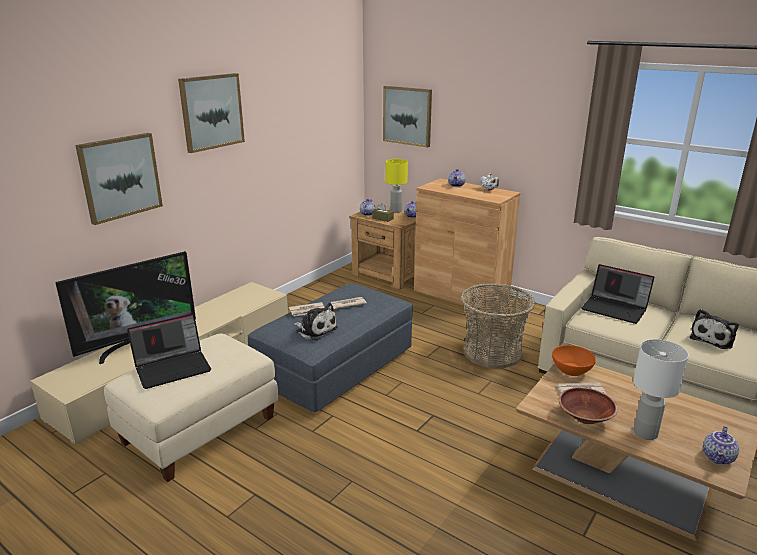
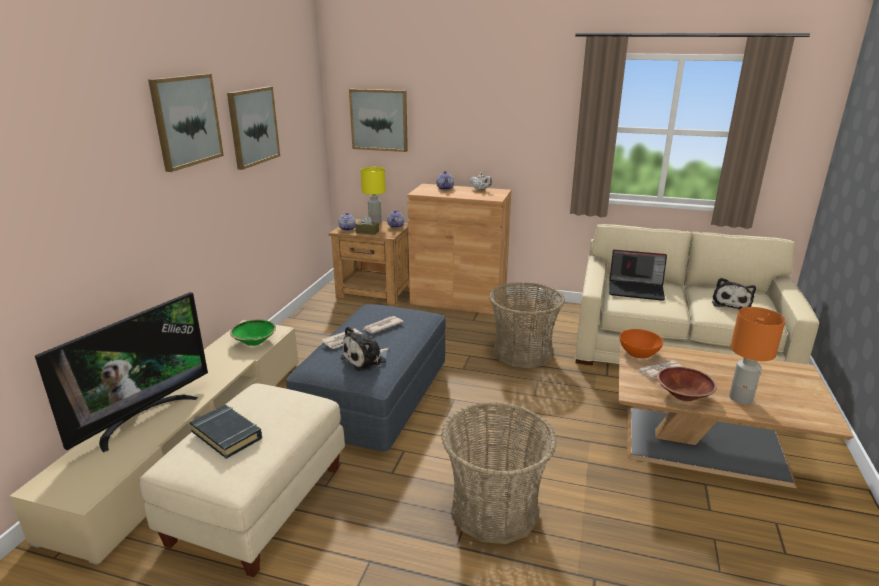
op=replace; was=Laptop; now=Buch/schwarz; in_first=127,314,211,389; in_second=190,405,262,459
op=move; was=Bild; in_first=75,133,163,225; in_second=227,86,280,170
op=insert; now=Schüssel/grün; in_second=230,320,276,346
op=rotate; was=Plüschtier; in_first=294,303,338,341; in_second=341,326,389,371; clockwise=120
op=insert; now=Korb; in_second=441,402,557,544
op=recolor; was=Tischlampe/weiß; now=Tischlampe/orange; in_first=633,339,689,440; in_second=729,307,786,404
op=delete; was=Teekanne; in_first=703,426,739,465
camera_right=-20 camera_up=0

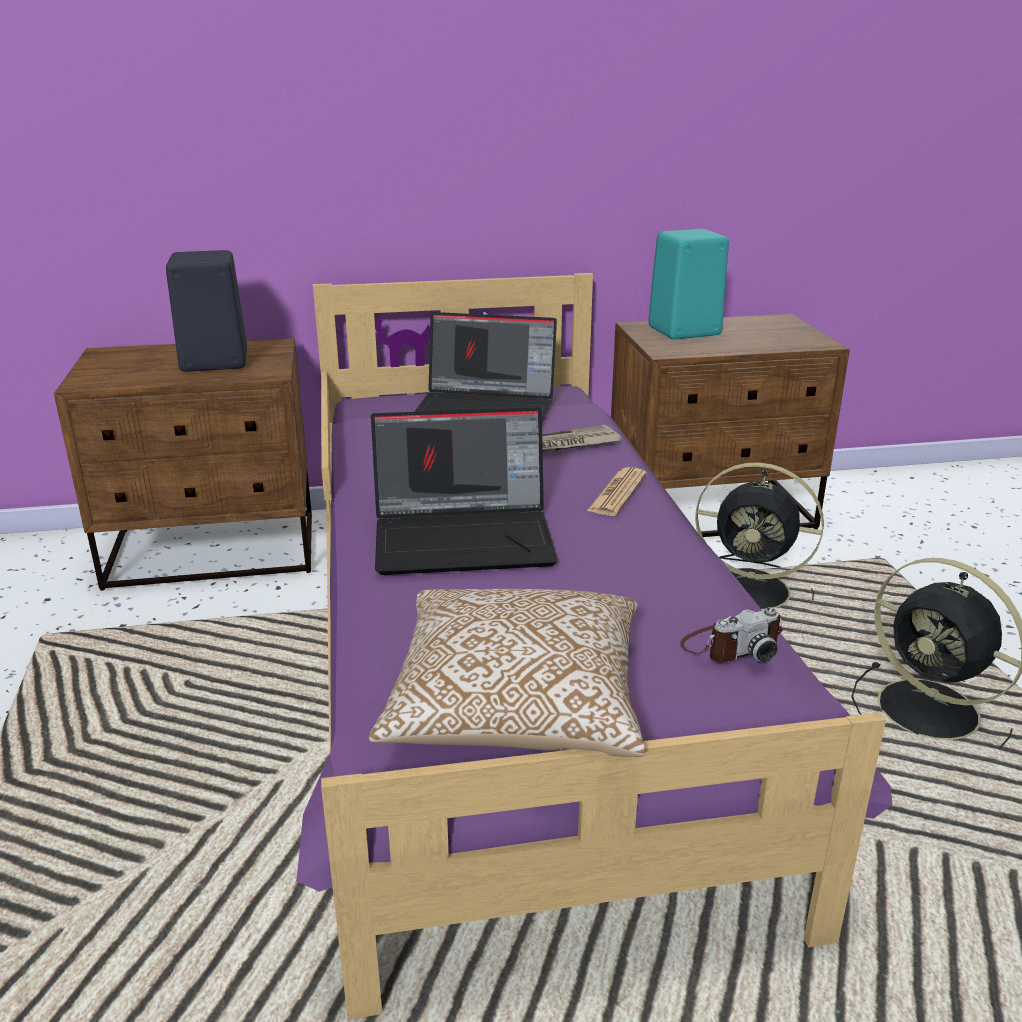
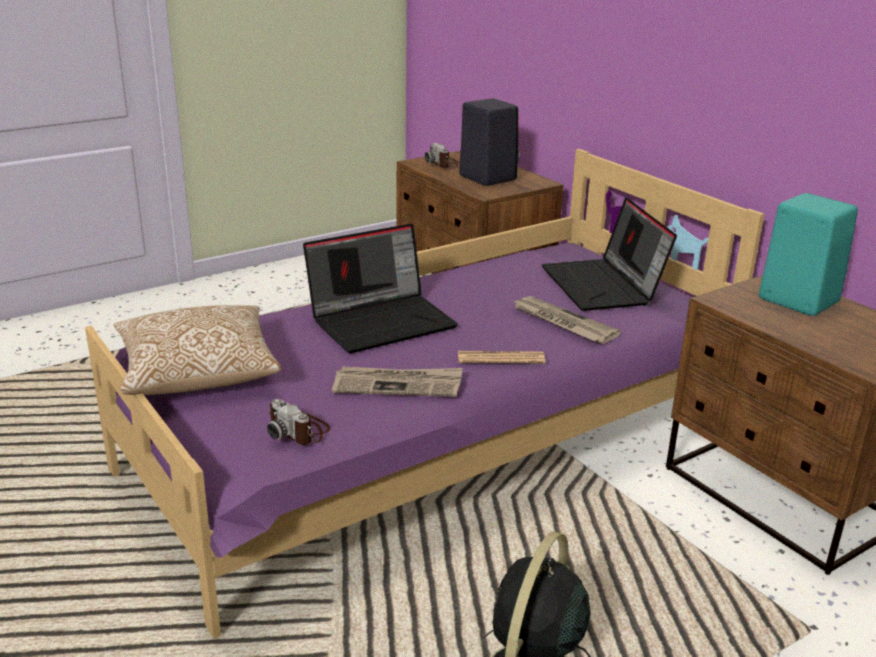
op=rotate; was=Laptop; in_first=371,407,558,575; in_second=303,224,458,353; clockwise=-90
op=insert; now=Zeitung; in_second=332,367,463,397
op=insert; now=Kamera; in_second=425,143,460,169
op=delete; was=Ventilator/schwarz; in_first=695,462,824,610
camera_right=65 camera_up=0

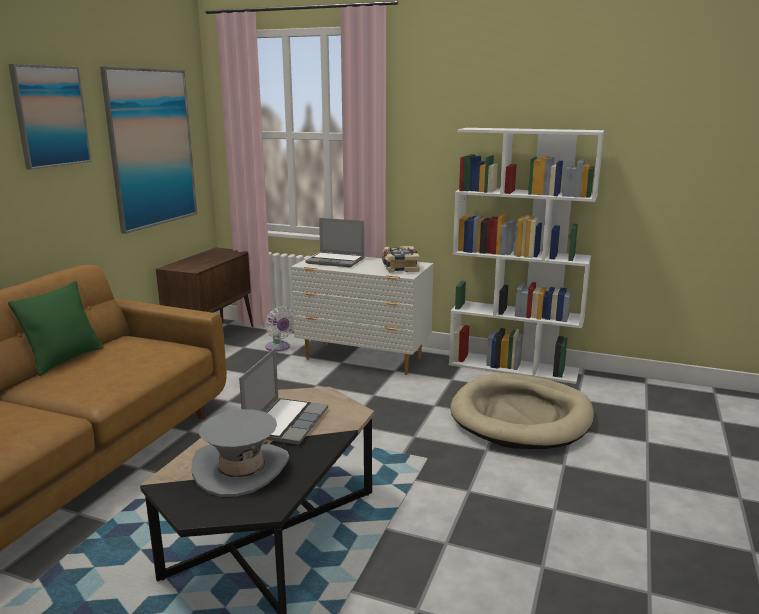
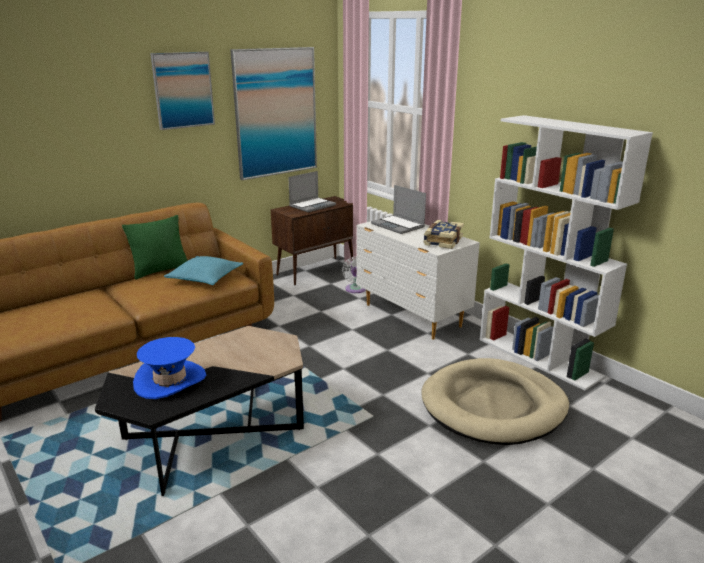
op=recolor; was=Hut/grau; now=Hut/blau; in_first=192,409,290,497; in_second=133,337,206,399
op=insert; now=Kissen/türkis; in_second=164,256,243,285
op=move; was=Laptop; in_first=239,348,328,445; in_second=288,171,336,212
camera_right=30 camera_up=5

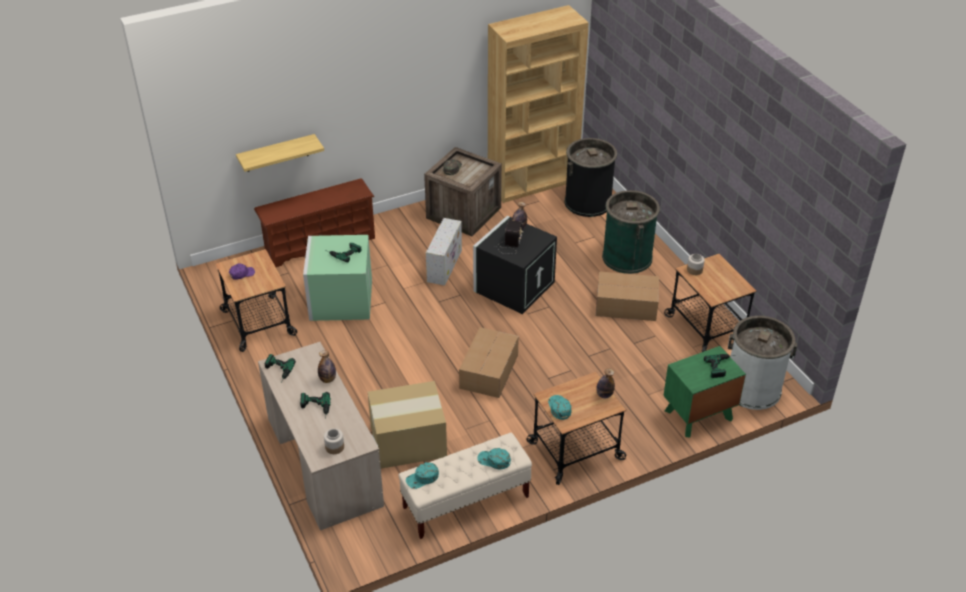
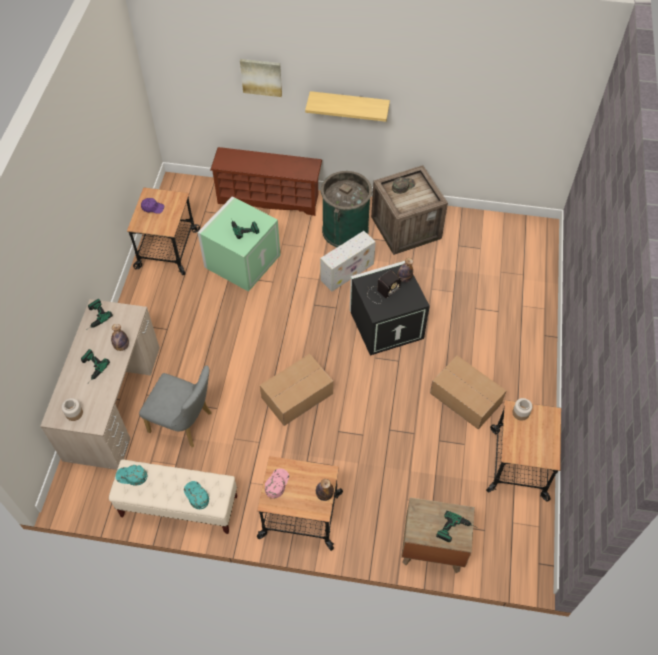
op=replace; was=Karton; now=Stuhl/grau; in_first=368,381,447,469; in_second=139,365,212,447
op=insert; now=Bild; in_second=240,59,282,97
op=recolor; was=Kappe/türkis; now=Kappe/rosa; in_first=548,395,571,420; in_second=265,468,289,499
op=move; was=Wandregal; in_first=236,134,324,172; in_second=305,91,390,122
op=move; was=Mülleimer/grün; in_first=602,190,660,274; in_second=321,171,372,247
op=recolor; was=Nachttisch/grün; now=Nachttisch/braun; in_first=663,346,746,437; in_second=401,497,475,573
op=delete; was=Bücherregal/braun; in_first=488,5,589,203
op=delete; was=Mülleimer/schwarz; in_first=565,138,617,217
op=delete; was=Mülleimer/weiß; in_first=728,316,797,410
camera_right=35 camera_up=15

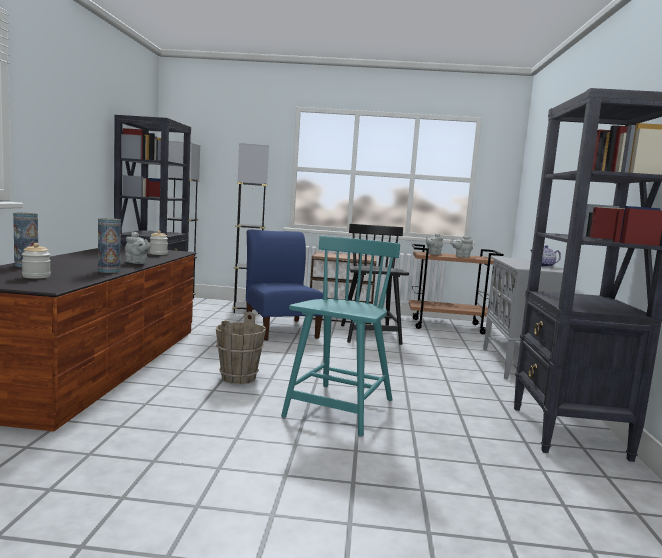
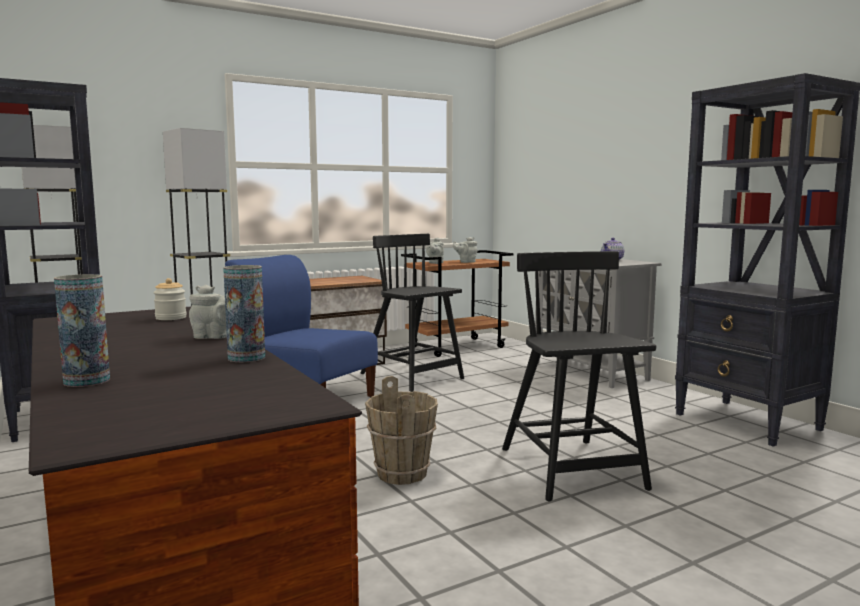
op=recolor; was=Stuhl/türkis; now=Stuhl/schwarz; in_first=281,236,400,437; in_second=502,251,656,501
op=delete; was=Vorratsglas; in_first=22,243,51,279
camera_right=-35 camera_up=0

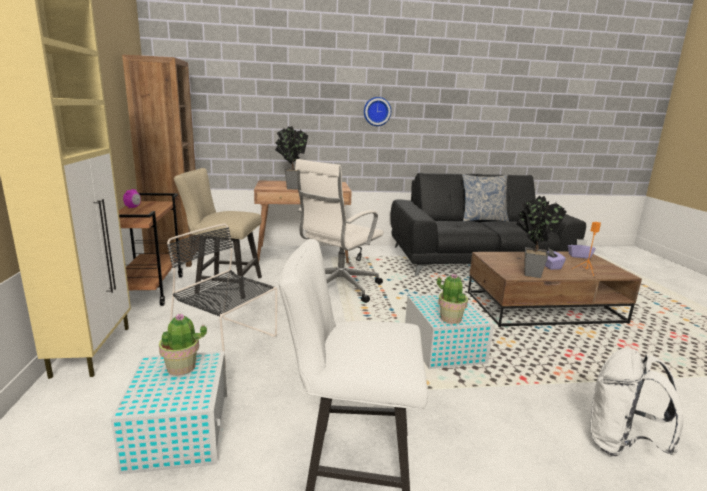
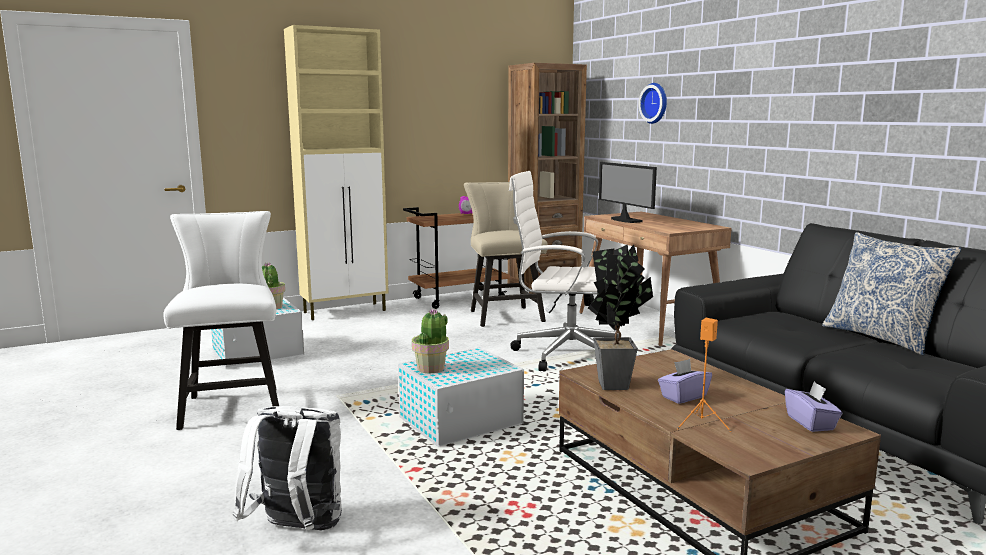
op=replace; was=Topfpflanze; now=Monitor; in_first=275,126,308,189; in_second=599,162,657,223
op=move; was=Wanduhr; in_first=364,97,391,126; in_second=638,83,667,124
op=delete; was=Stuhl/schwarz; in_first=167,223,277,368
camera_right=70 camera_up=-5

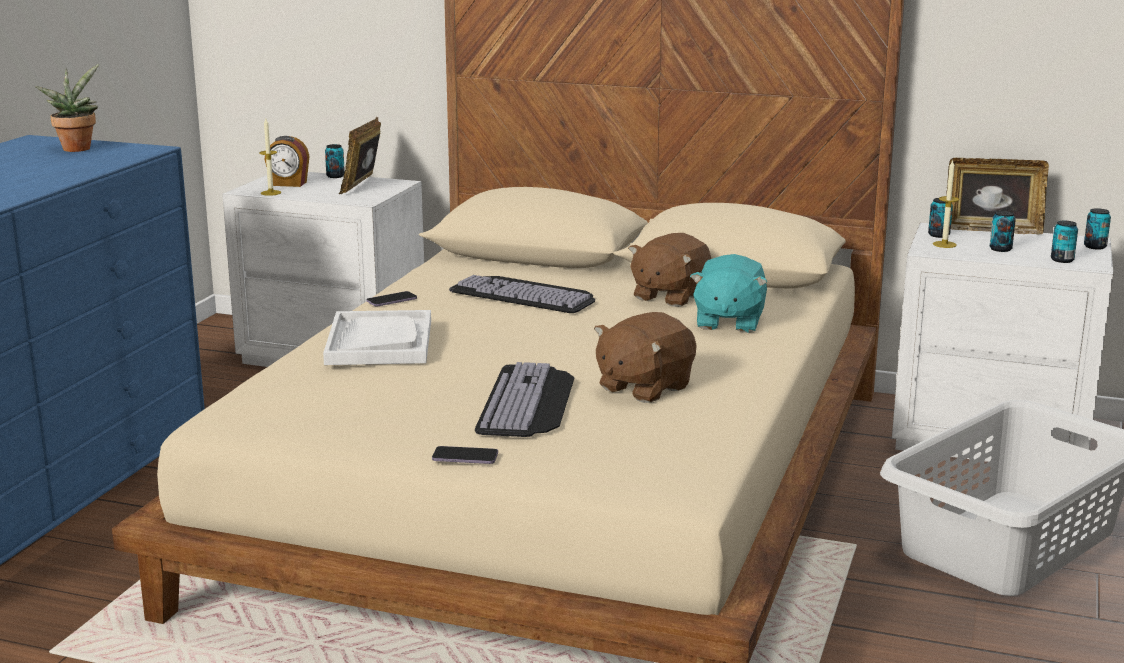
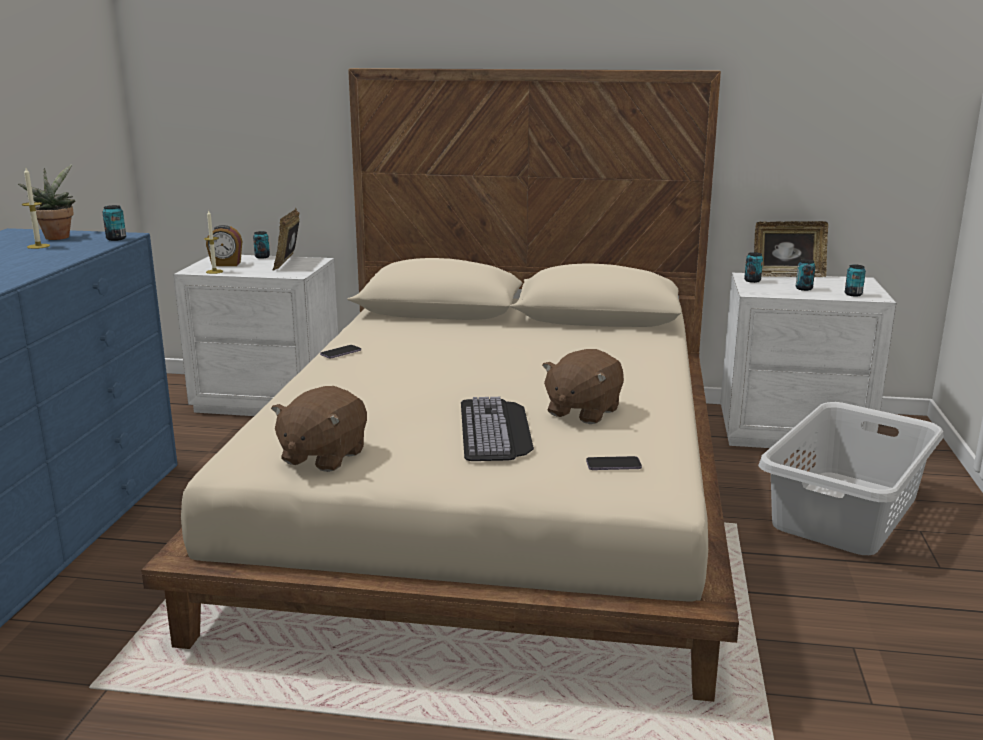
op=move; was=Kerze; in_first=933,159,959,248; in_second=22,168,50,249
op=move; was=Dose; in_first=1084,208,1111,249; in_second=102,205,126,241
op=move; was=Plüschtier/braun; in_first=628,233,711,307; in_second=271,386,367,472
op=move; was=Handy; in_first=432,446,498,464; in_second=586,456,642,470
op=delete; was=Tablett/weiß; in_first=323,310,431,365
op=delete; was=Tastatur; in_first=449,275,595,313
op=delete; was=Plüschtier/türkis; in_first=690,254,767,333
camera_right=-10 camera_up=0

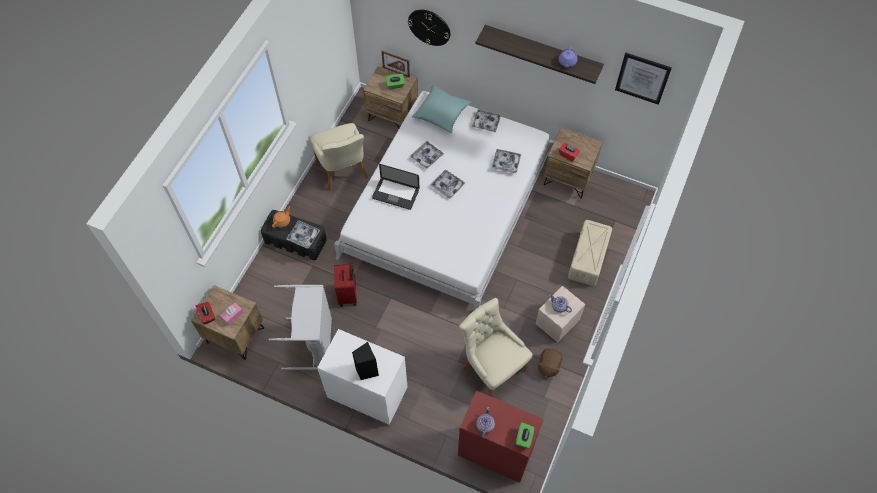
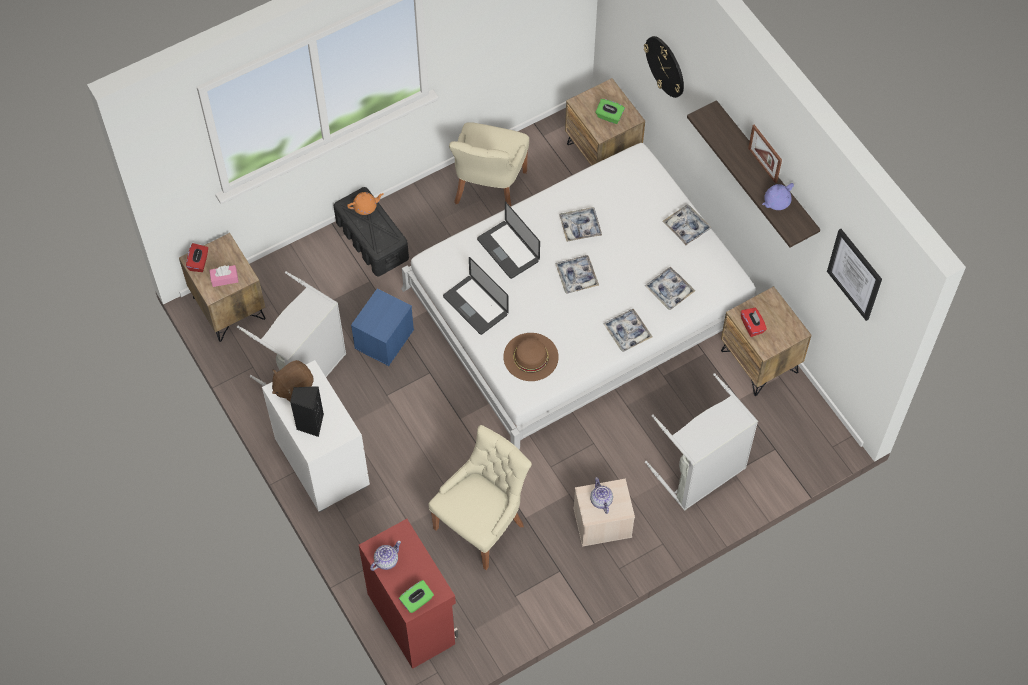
op=move; was=Plüschtier/braun; in_first=537,348,563,377; in_second=272,360,314,402
op=replace; was=Koffer/rot; now=Aufbewahrungsbox/blau; in_first=334,264,357,307; in_second=351,288,414,366
op=rotate; was=Stuhl/beige; in_first=459,298,533,397; in_second=428,425,532,570; clockwise=45
op=insert; now=Laptop; in_second=443,257,509,335
op=insert; now=Hut/braun; in_second=503,333,559,381
op=move; was=Tablett; in_first=286,220,320,249; in_second=603,308,653,352
op=replace; was=Aufbewahrungsbox/beige; now=Wäschekorb/grau; in_first=568,220,612,286; in_second=645,373,758,511
op=move; was=Bilderrahmen; in_first=381,51,410,77; in_second=748,124,782,184
op=delete; was=Kissen/türkis; in_first=412,85,471,133
camera_right=35 camera_up=0

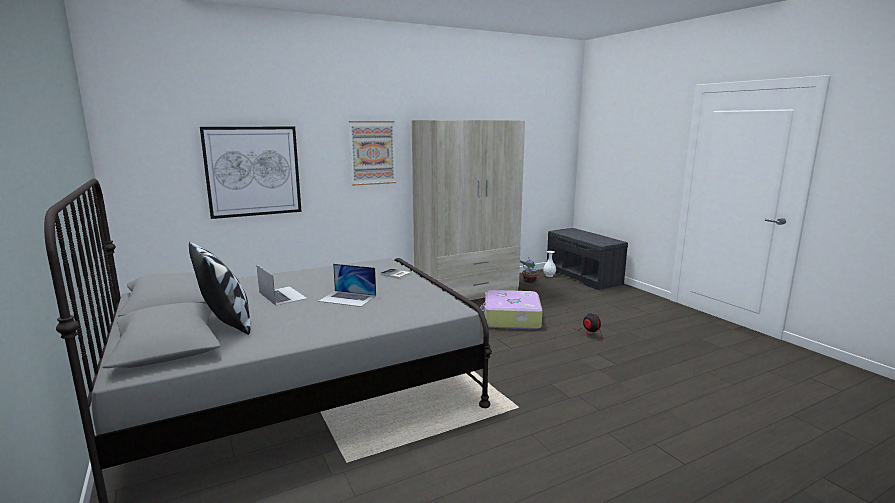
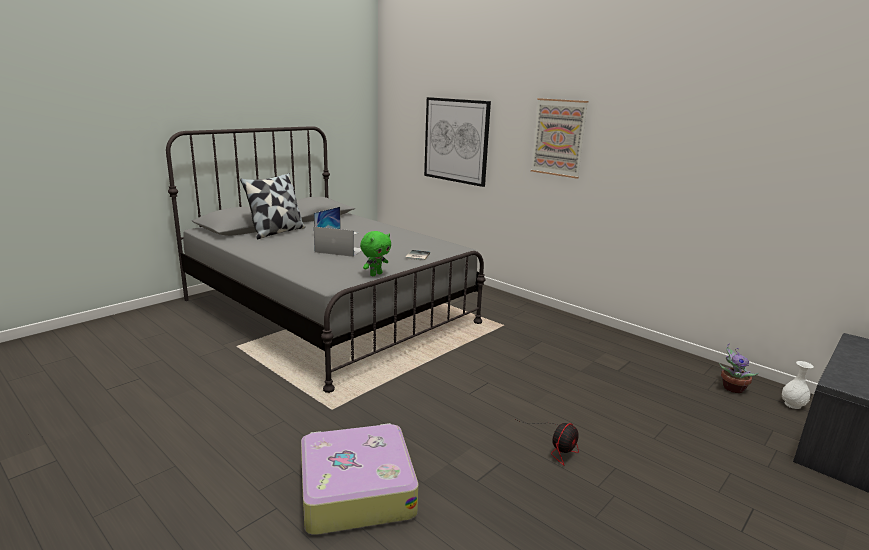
op=move; was=Koffer; in_first=480,290,542,329; in_second=301,423,418,535
op=rotate; was=Laptop; in_first=318,264,376,307; in_second=314,227,362,257; clockwise=105
op=insert; now=Plüschtier/grün; in_second=360,231,391,276
op=delete; was=Kleiderschrank/beige; in_first=412,120,525,302
camera_right=70 camera_up=5

